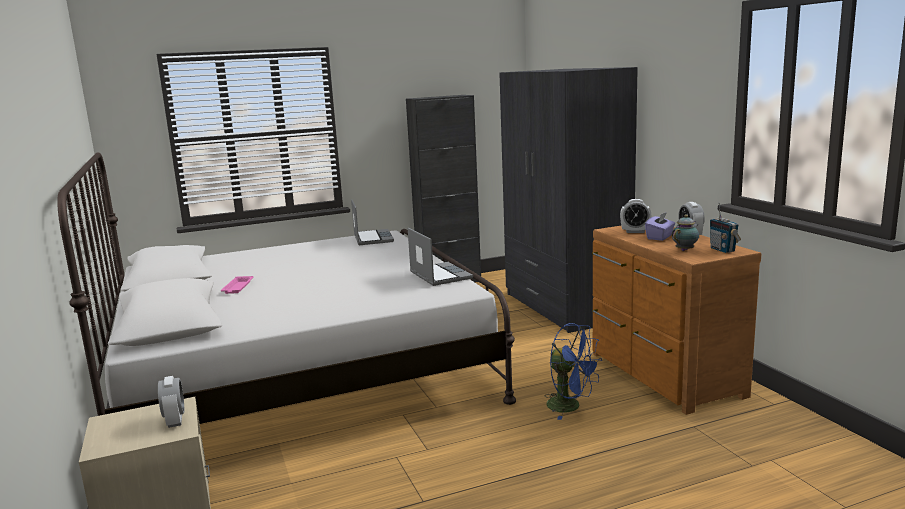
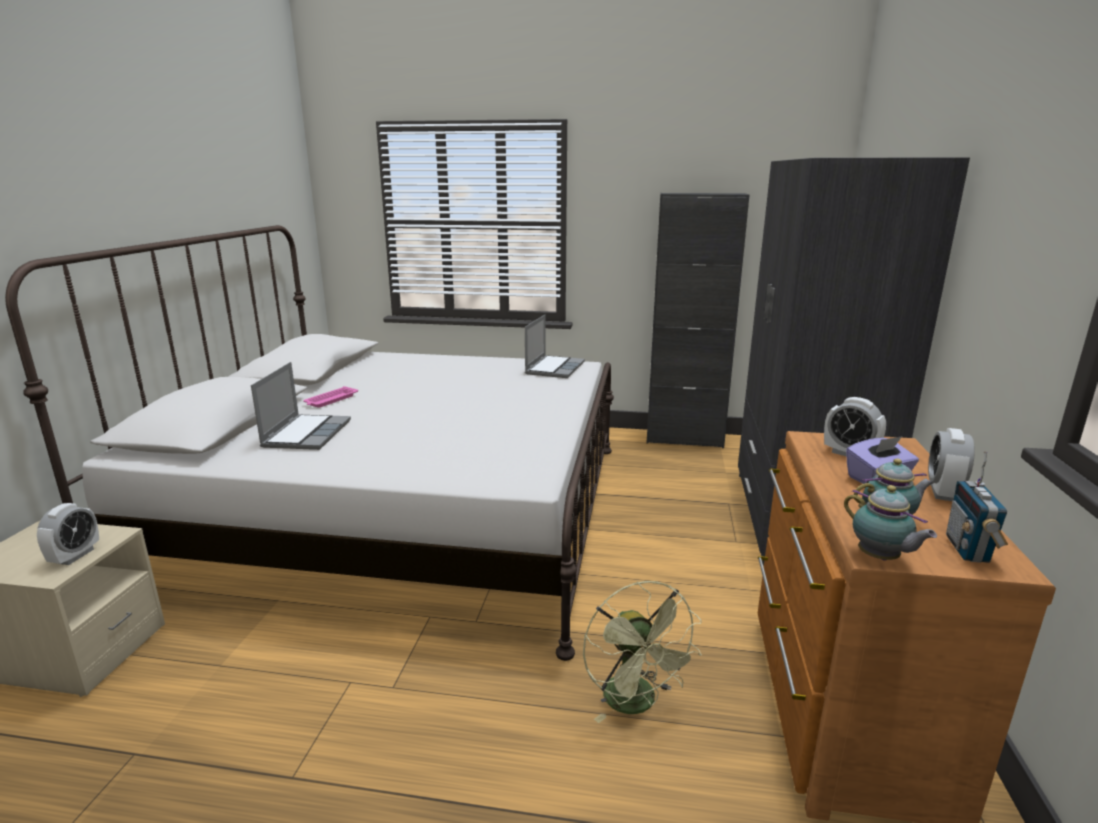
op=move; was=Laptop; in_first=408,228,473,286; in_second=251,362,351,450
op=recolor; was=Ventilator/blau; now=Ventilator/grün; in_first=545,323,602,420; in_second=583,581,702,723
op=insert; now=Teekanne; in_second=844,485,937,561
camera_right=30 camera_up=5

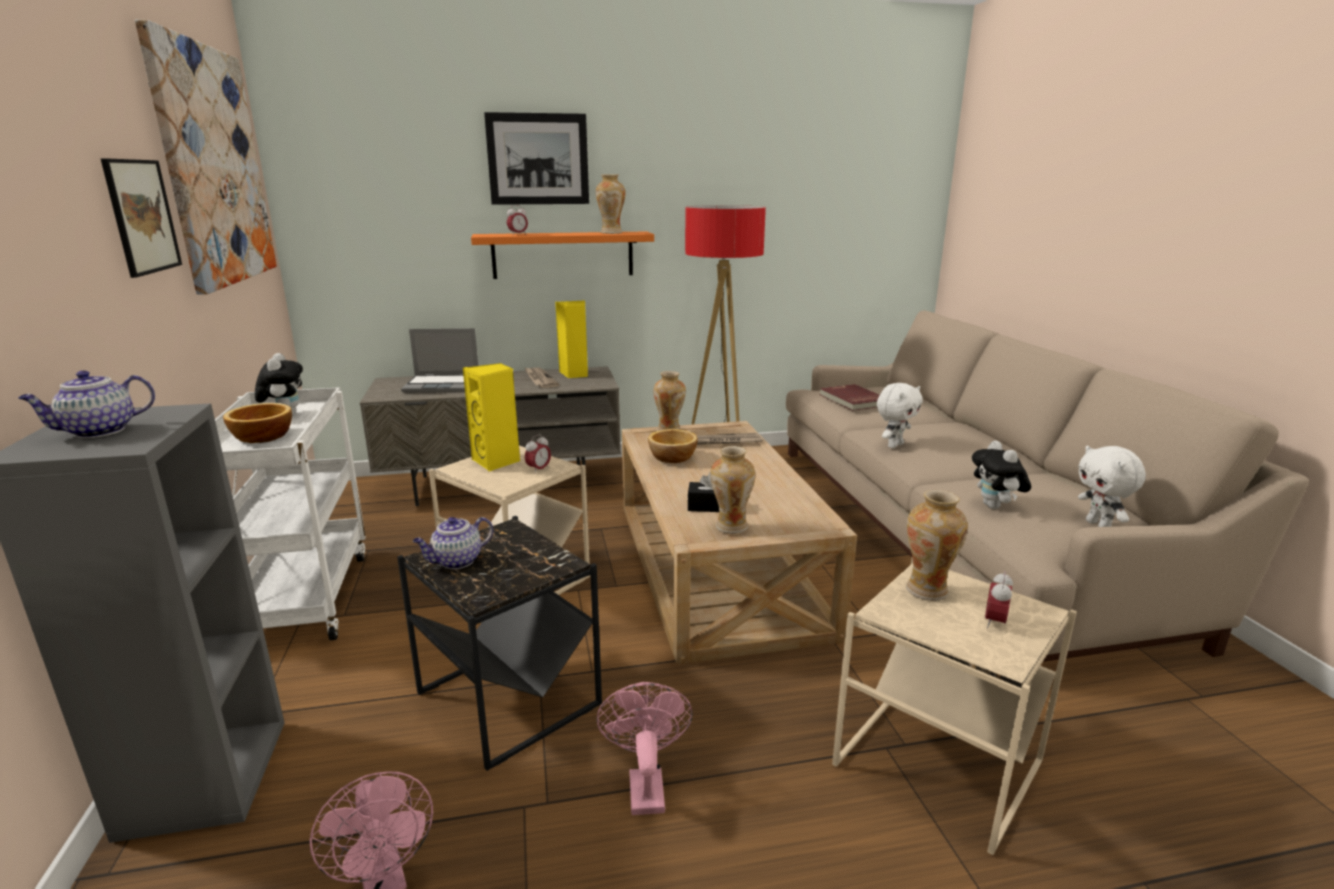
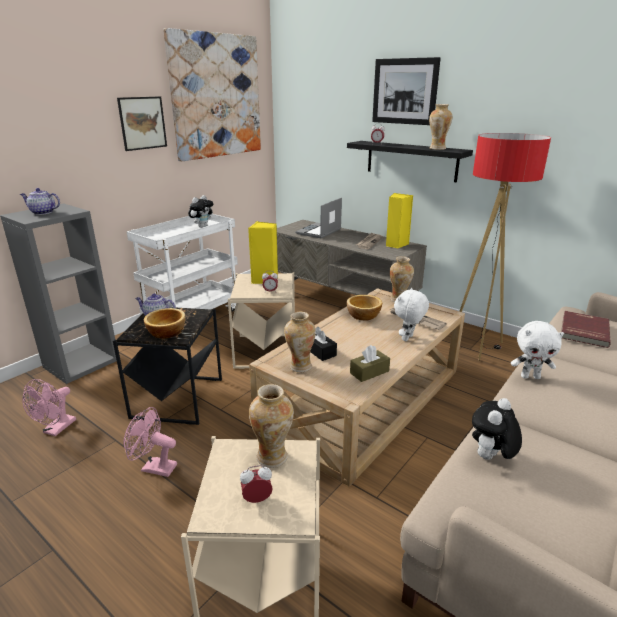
op=rotate; was=Ventilator/rosa; in_first=597,682,693,815; in_second=123,407,177,477; clockwise=-120
op=move; was=Schüssel; in_first=223,403,292,443; in_second=144,308,185,339
op=rotate; was=Laptop; in_first=401,328,478,393; in_second=295,198,342,238; clockwise=75
op=recolor; was=Wandregal/orange; now=Wandregal/schwarz; in_first=471,231,654,279; in_second=347,141,473,182
op=insert; now=Taschentuchbox/braun; in_second=350,345,390,382
op=move; was=Plüschtier/weiß; in_first=1078,445,1146,527; in_second=394,288,429,341
camera_right=50 camera_up=5

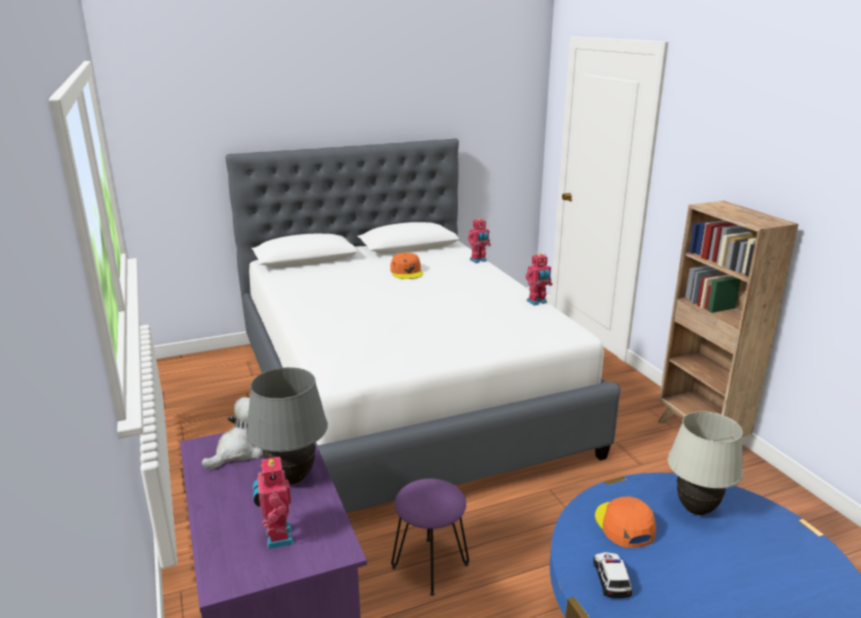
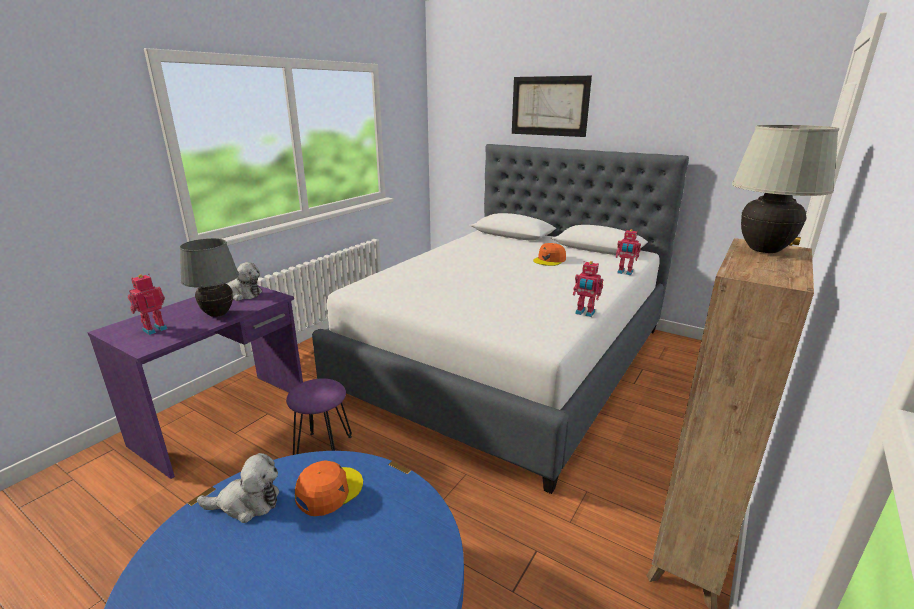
op=replace; was=Spielzeugauto; now=Plüschtier; in_first=593,552,632,598; in_second=197,453,279,523
op=insert; now=Bild; in_second=512,76,592,137
op=move; was=Tischlampe/weiß; in_first=667,411,743,515; in_second=732,125,839,253
camera_right=55 camera_up=0

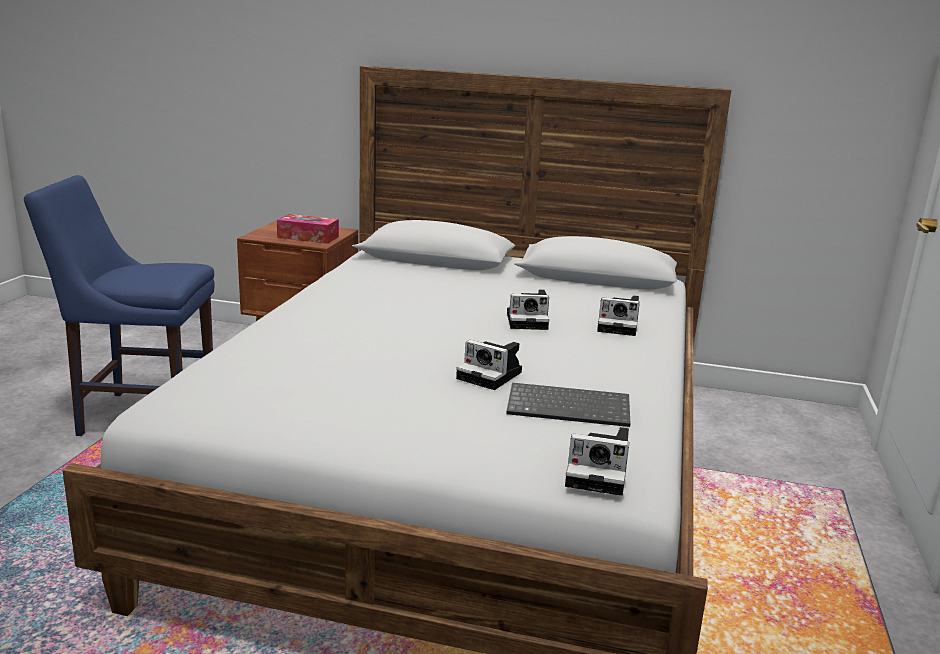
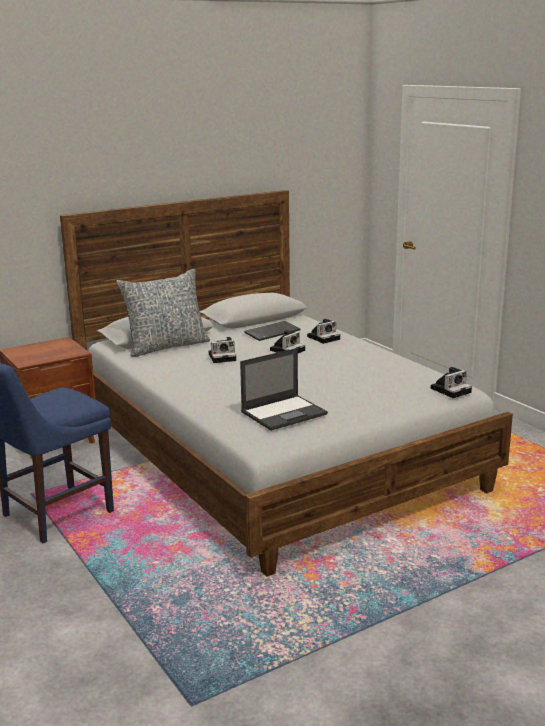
op=insert; now=Kissen; in_second=116,269,210,357
op=move; was=Kamera; in_first=456,340,522,390; in_second=209,337,236,363
op=insert; now=Laptop; in_second=240,348,328,431
op=move; was=Tastatur; in_first=506,383,631,427; in_second=244,321,301,341
op=delete; was=Taschentuchbox; in_first=277,214,339,244
camera_right=-45 camera_up=0

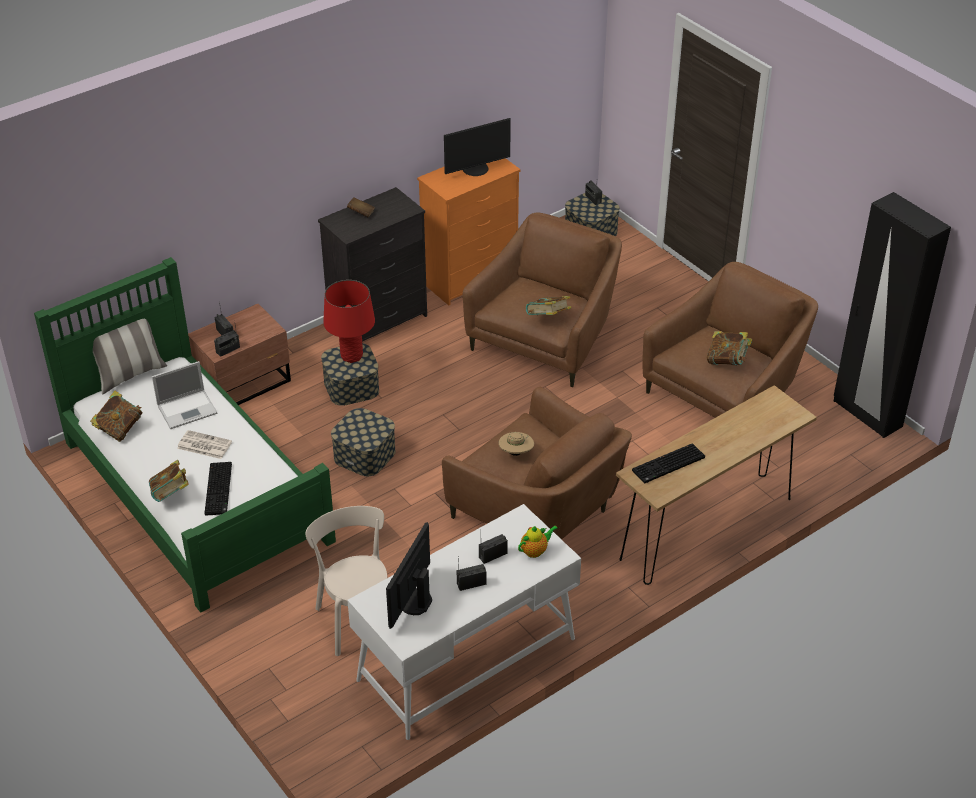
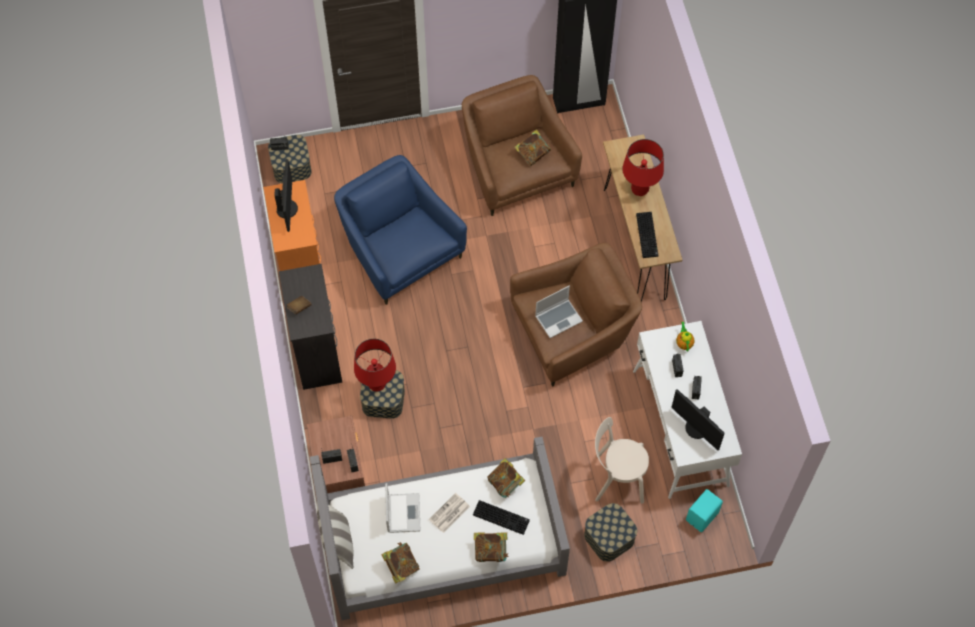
op=recolor; was=Bett/grün; now=Bett/grau; in_first=34,257,336,613; in_second=310,437,570,620
op=recolor; was=Sessel/braun; now=Sessel/blau; in_first=463,213,622,387; in_second=334,155,467,305
op=move; was=Buch; in_first=526,296,571,315; in_second=488,458,525,498
op=replace; was=Hut/beige; now=Laptop; in_first=498,432,534,456; in_second=535,286,583,338
op=move; was=Aufbewahrungsbox; in_first=331,408,396,476; in_second=584,503,637,562
op=insert; now=Tischlampe/rot; in_second=622,139,664,196
op=insert; now=Lautsprecher/türkis; in_second=686,489,723,532
camera_right=-65 camera_up=20

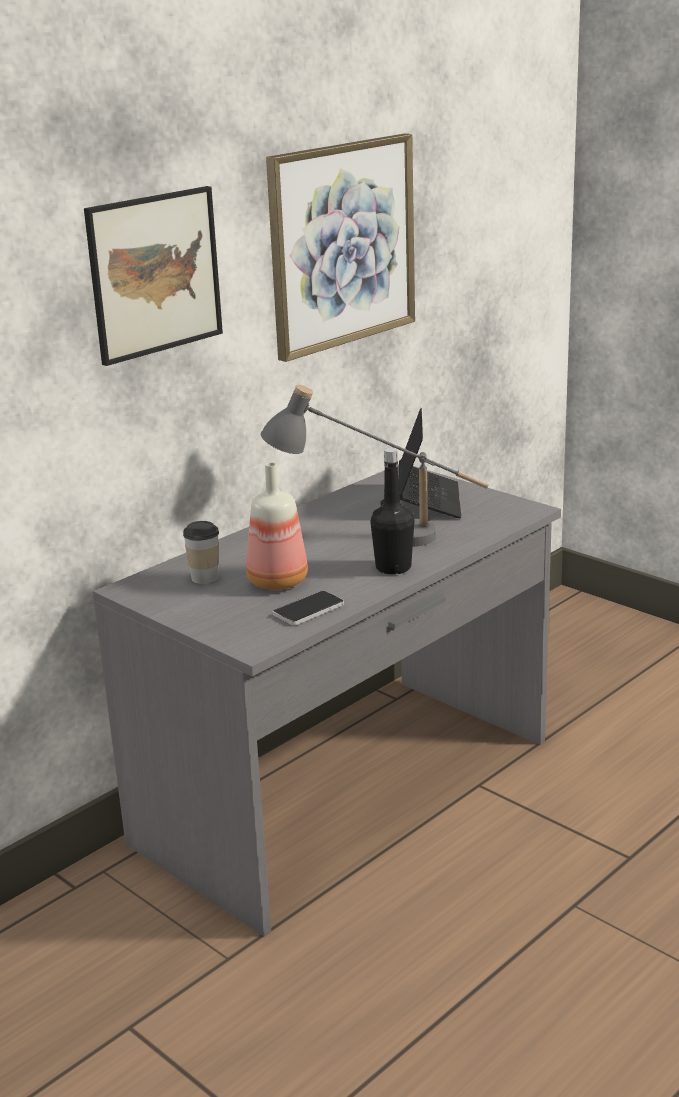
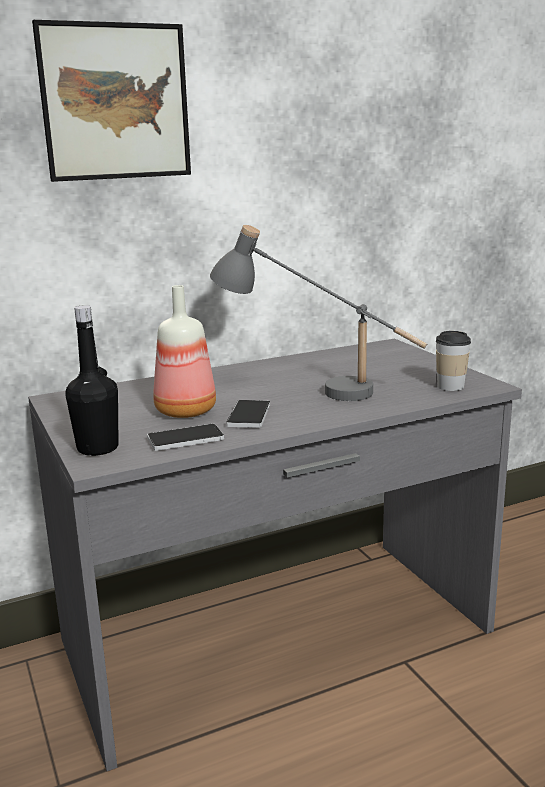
op=move; was=Flasche/schwarz; in_first=370,448,414,575; in_second=65,305,118,456
op=insert; now=Handy; in_second=227,400,270,428
op=move; was=Tasse; in_first=183,521,219,584; in_second=436,331,471,391
op=delete; was=Bild; in_first=266,134,415,362
op=delete; was=Laptop; in_first=398,408,461,518
camera_right=20 camera_up=-5

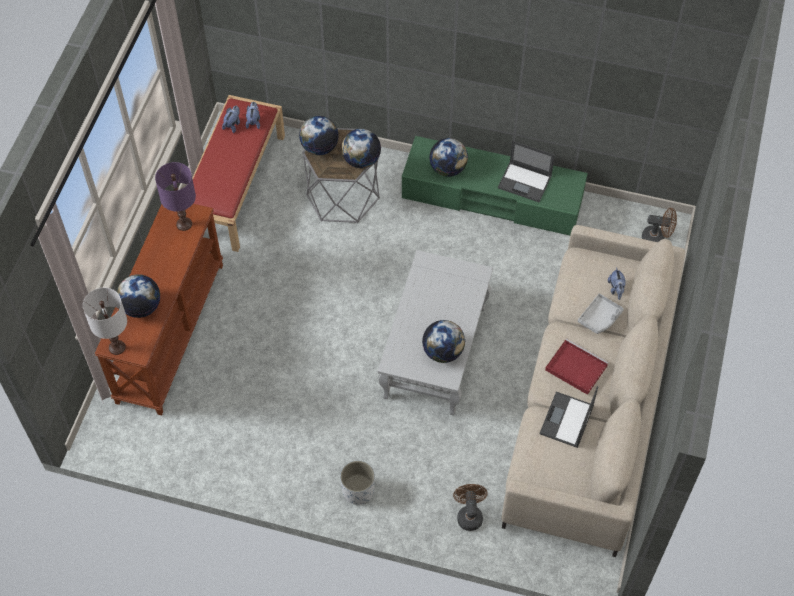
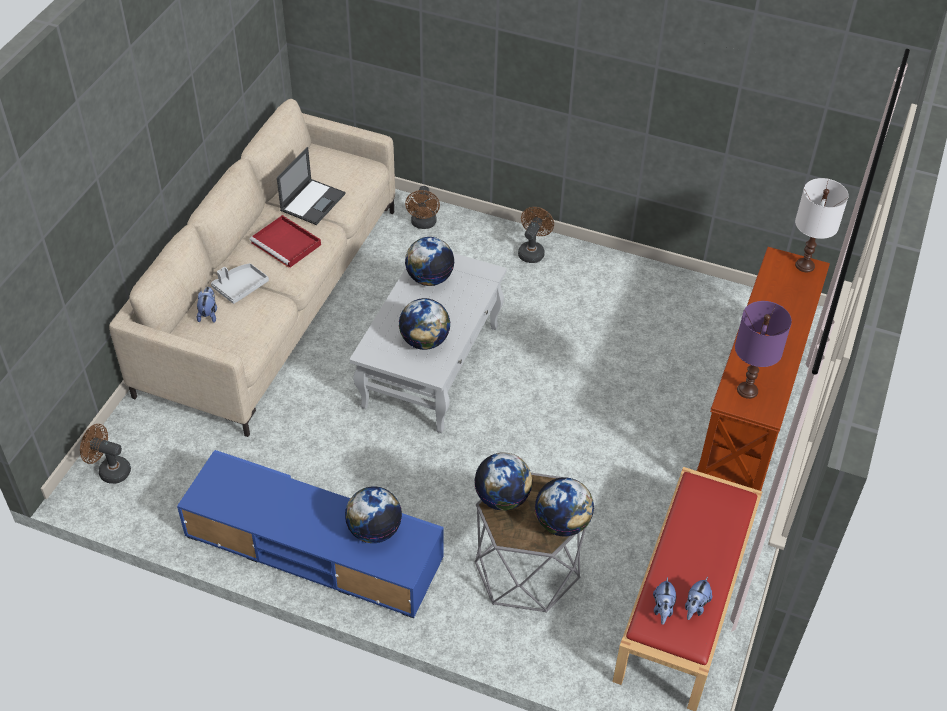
op=recolor; was=Fernsehschrank/grün; now=Fernsehschrank/blau; in_first=402,136,588,235; in_second=177,450,443,619
op=move; was=Globus; in_first=117,274,160,318; in_second=399,298,450,350
op=replace; was=Pflanzkübel/weiß; now=Ventilator/braun; in_first=340,461,375,505; in_second=518,207,554,263
op=delete; was=Laptop; in_first=498,141,555,202
camera_right=-175 camera_up=-10

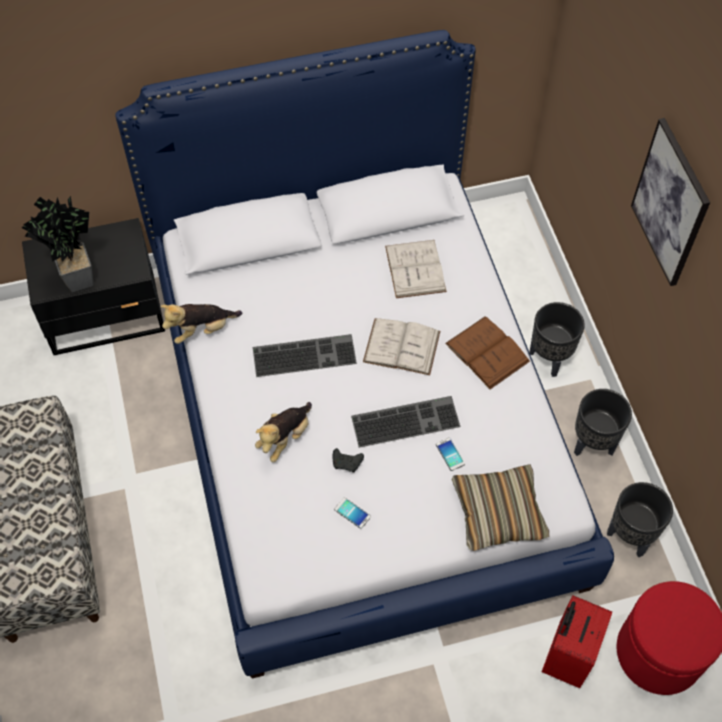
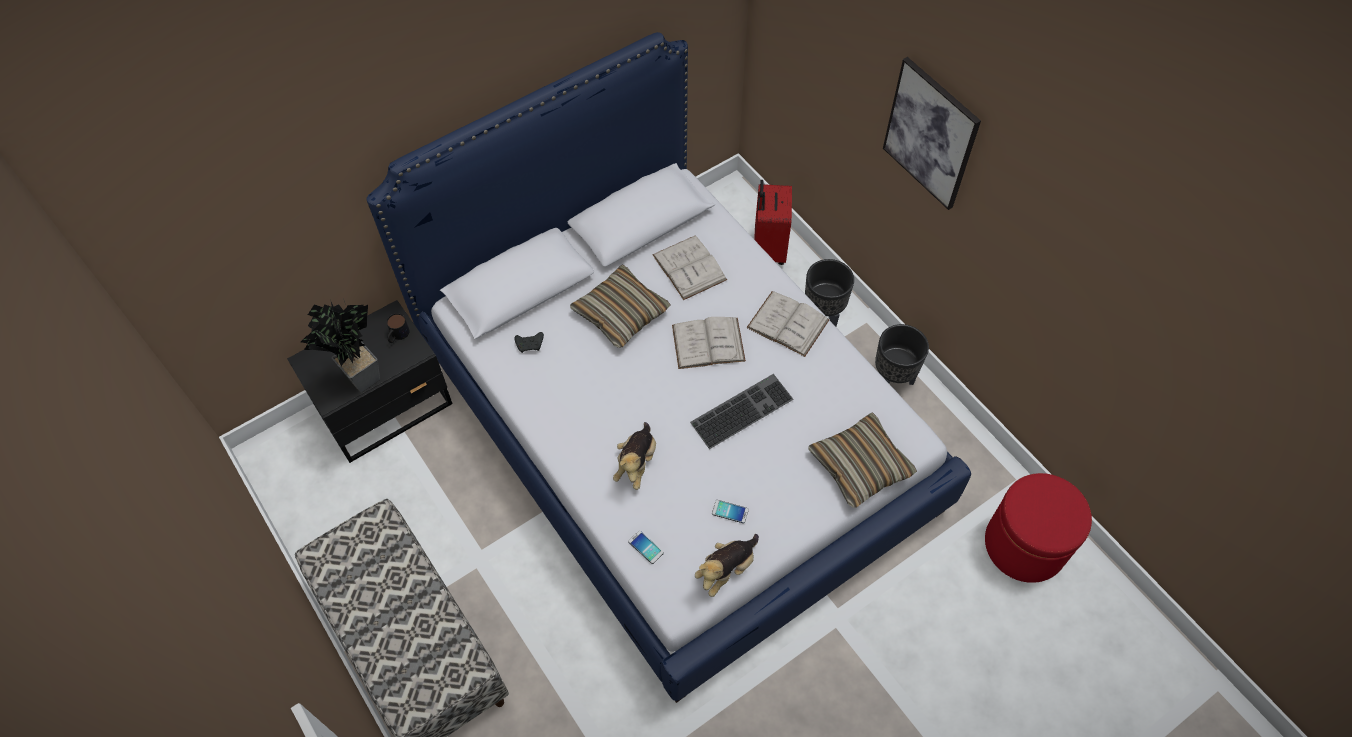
op=insert; now=Henkelbecher; in_second=387,313,410,343
op=move; was=Gamepad/schwarz; in_first=333,448,364,473; in_second=514,332,544,353
op=insert; now=Kissen; in_second=570,264,670,348
op=move; was=Handy; in_first=436,438,465,471; in_second=628,531,664,564
op=move; was=Plüschtier; in_first=161,304,242,344; in_second=695,534,759,597
op=recolor; was=Buch/braun; now=Buch/weiß; in_first=445,316,530,389; in_second=746,292,830,357
op=move; was=Koffer/rot; in_first=542,595,612,688; in_second=754,180,792,265
op=delete; was=Tastatur; in_first=253,334,357,377
op=delete; was=Pflanzkübel/schwarz; in_first=607,482,673,557
camera_right=-20 camera_up=0

